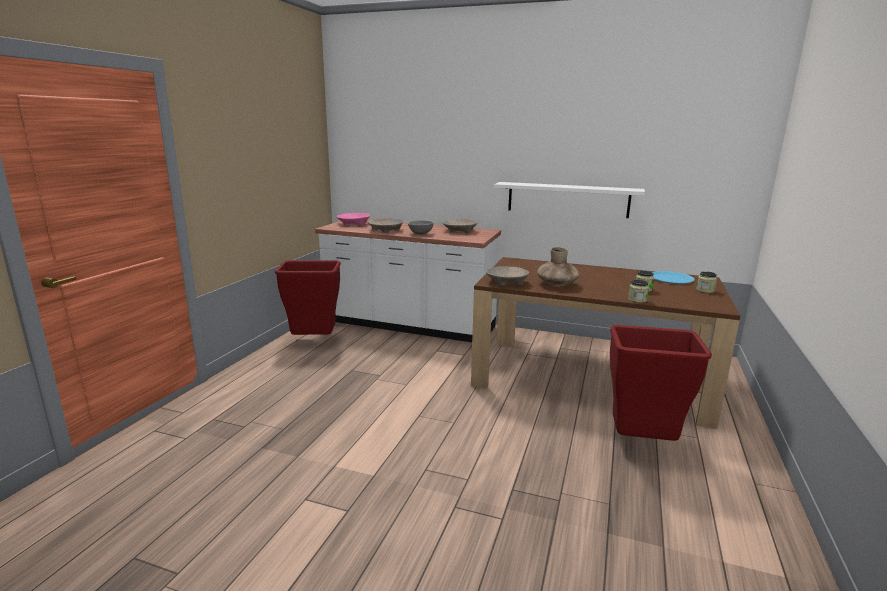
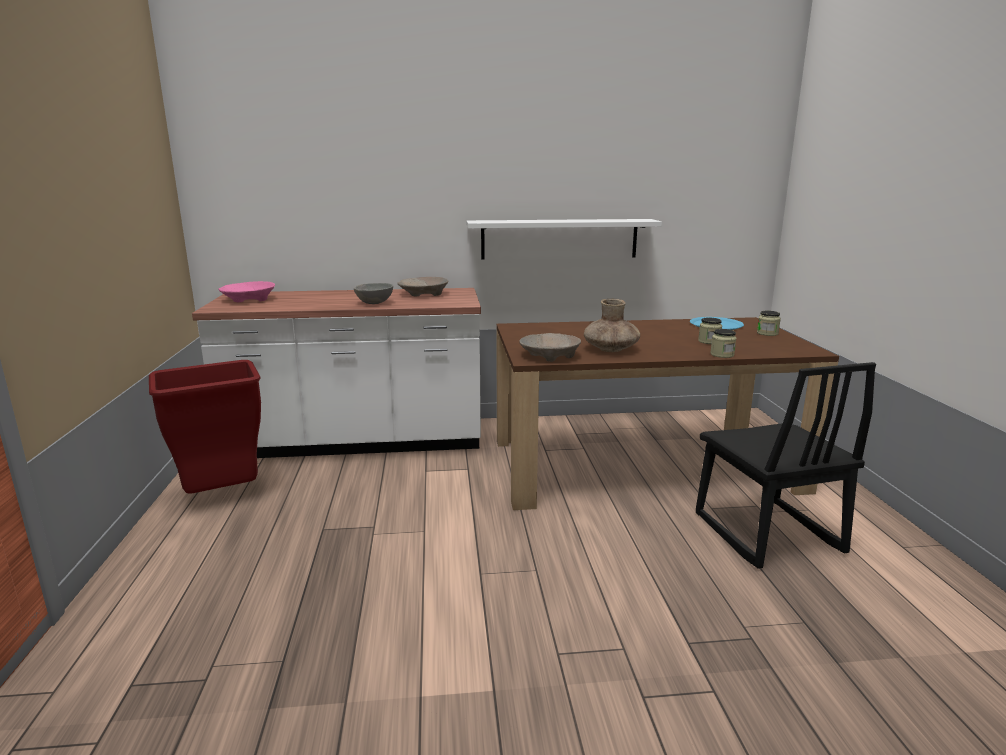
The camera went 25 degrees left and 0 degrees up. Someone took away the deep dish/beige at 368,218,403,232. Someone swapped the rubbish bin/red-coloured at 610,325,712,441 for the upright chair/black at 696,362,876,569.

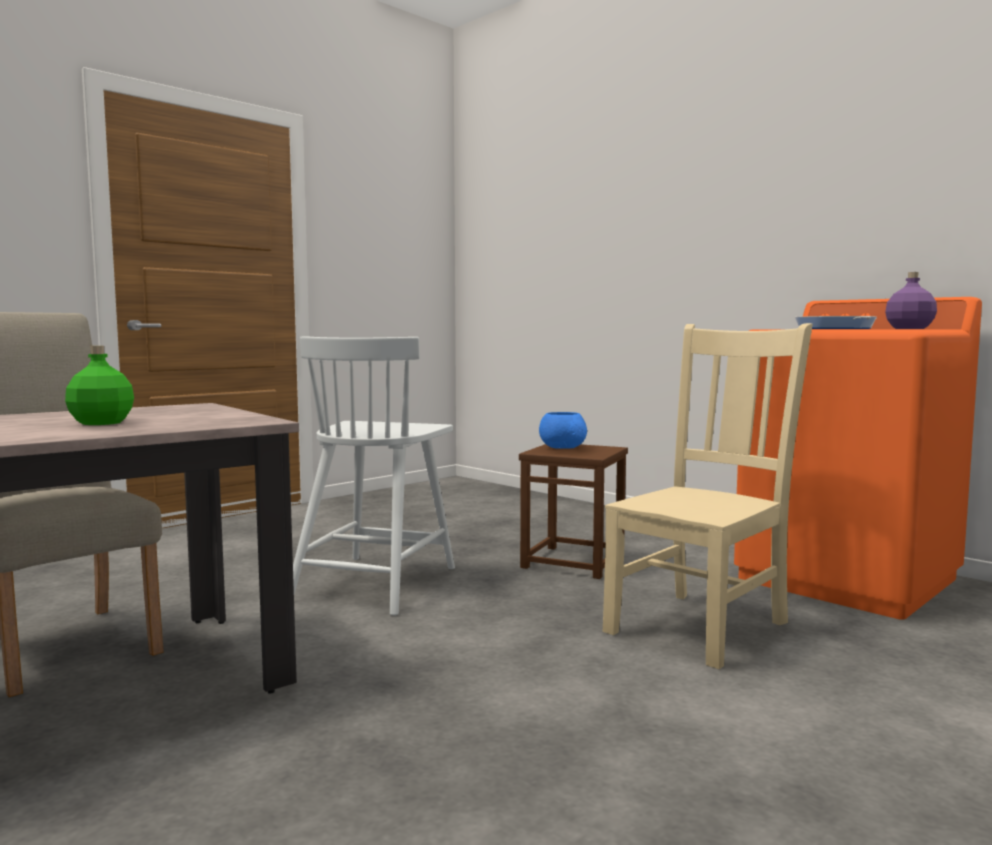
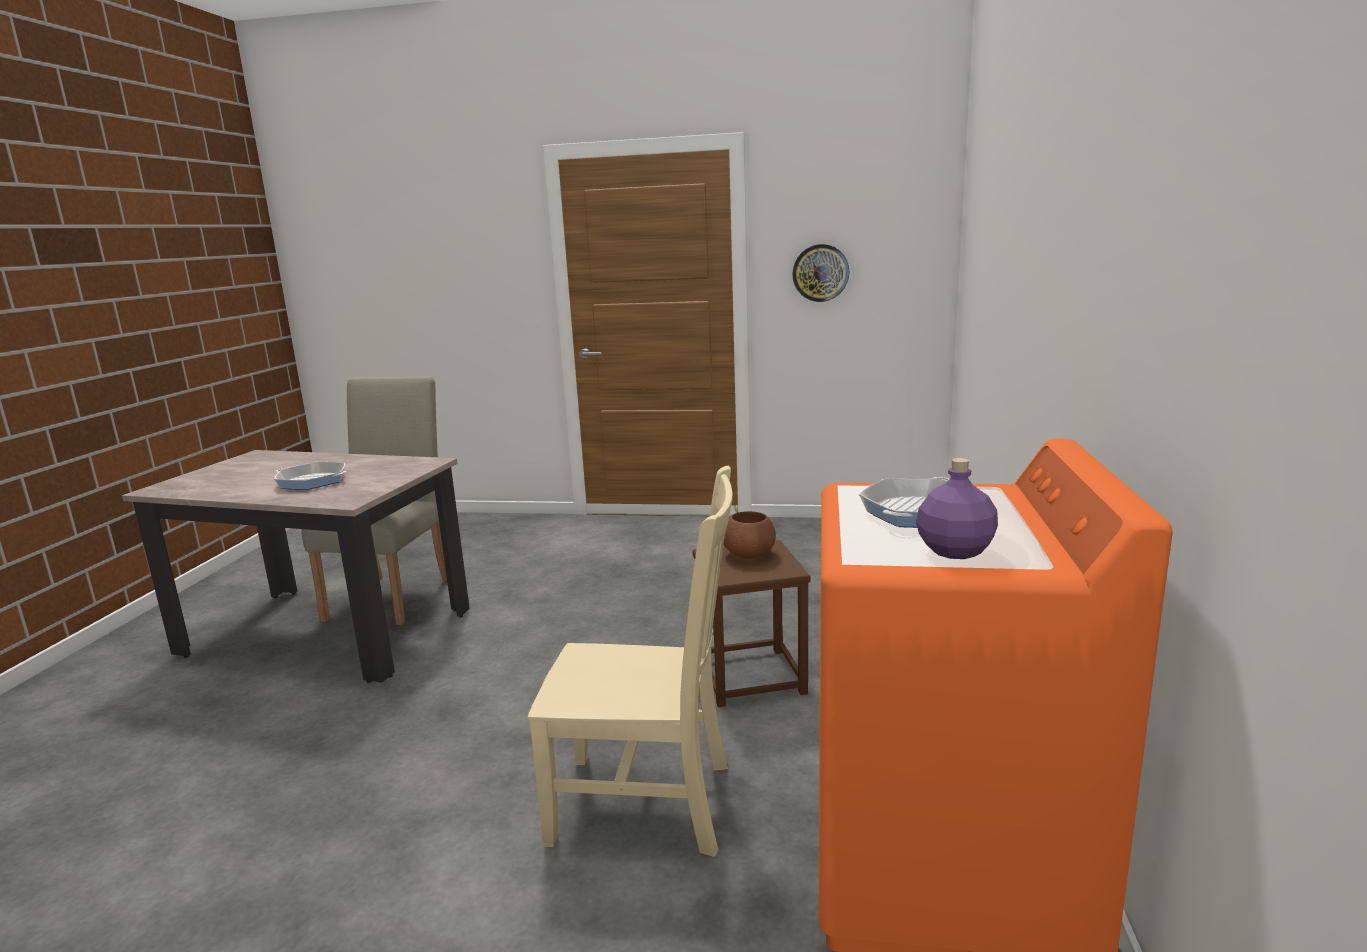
The camera went 55 degrees right and 10 degrees up. Someone took away the upright chair/white-coloured at 293,336,455,616. Someone swapped the drink bottle/green-coloured at 65,346,134,425 for the frying pan at 274,462,347,490. Someone repainted the deep dish/blue-coloured at 539,412,587,449, which became the deep dish/brown-coloured at 723,511,776,559. Someone put up the hanging clock at 792,244,850,302.

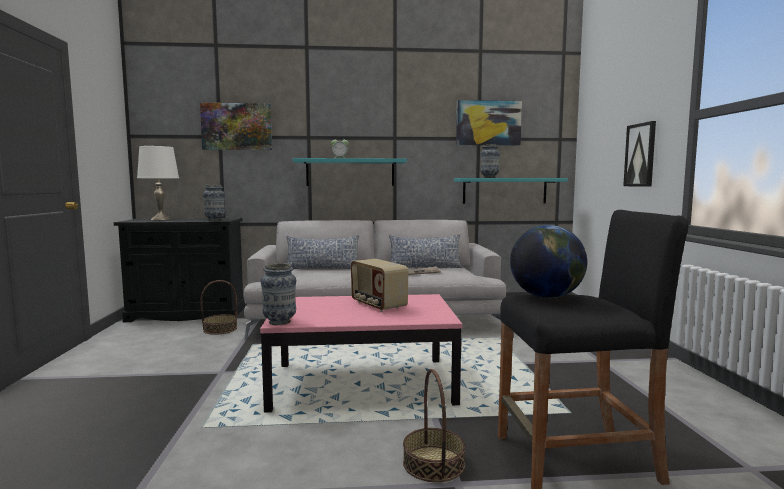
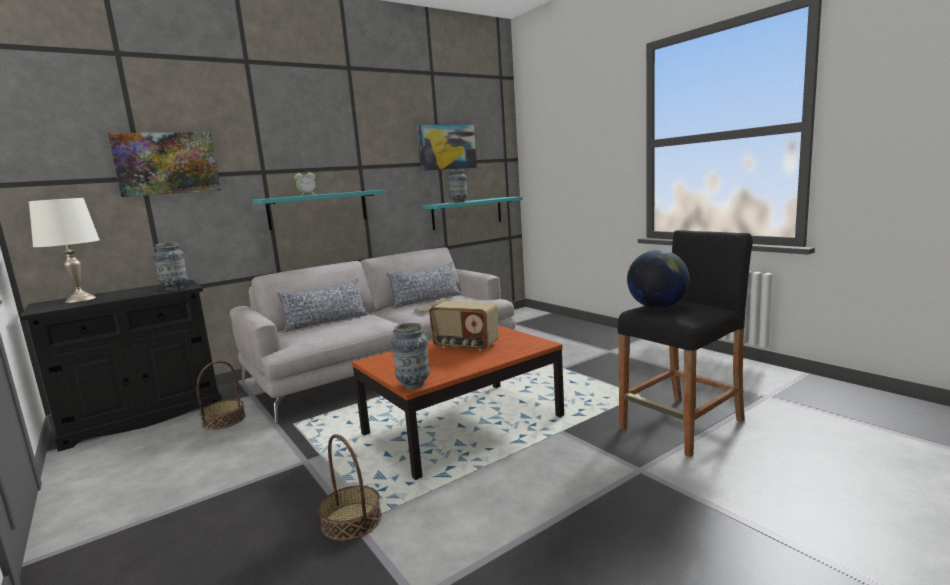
The camera went 30 degrees left and 5 degrees up. Someone took away the wall picture at 623,121,656,187. Someone repainted the coffee table/pinkish at 260,294,462,413, which became the coffee table/brown-coloured at 352,325,564,480. Someone carried the household basket from 403,369,466,482 to 319,434,382,541.

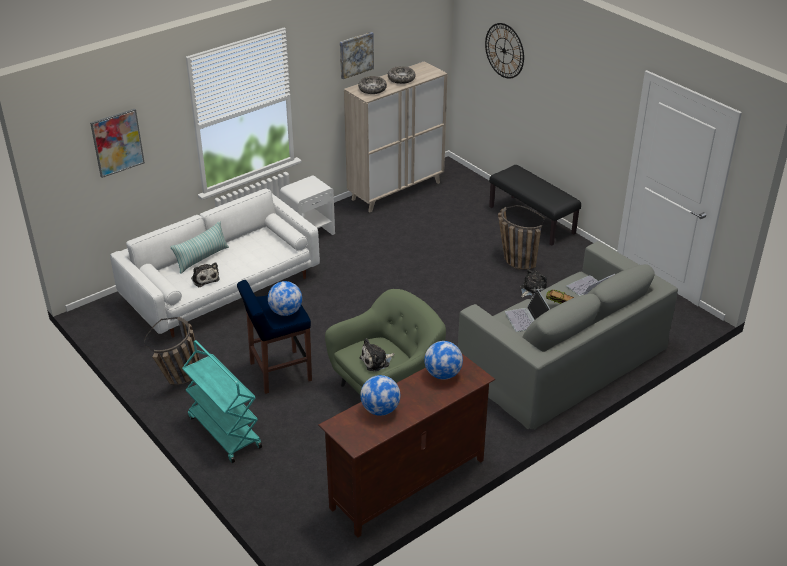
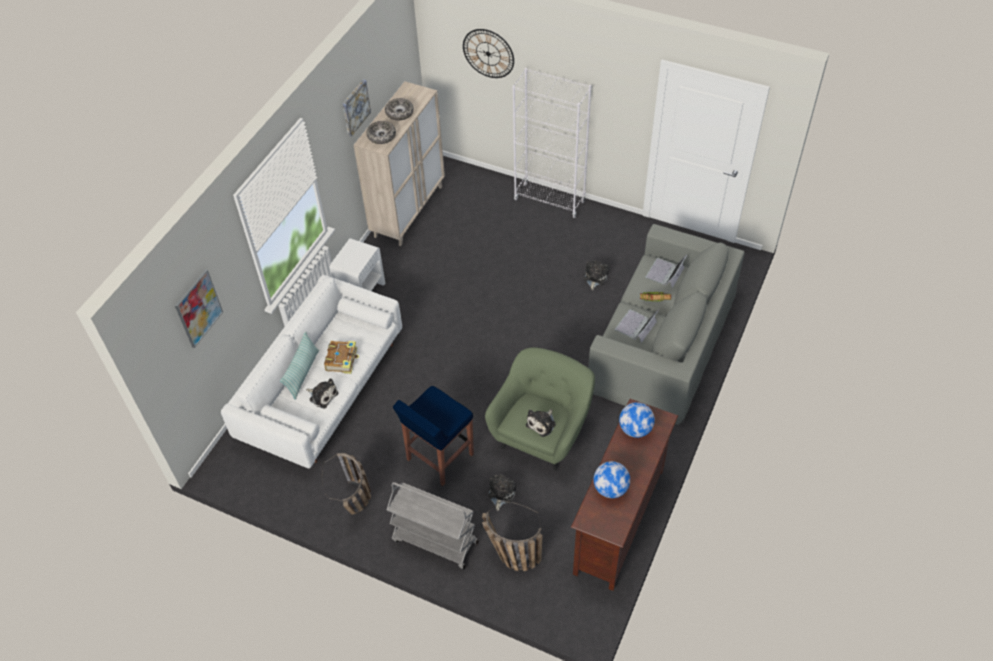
The camera went 25 degrees left and 15 degrees up. Someone swapped the bench/black at 489,165,581,246 for the bookshelf/white-coloured at 513,68,591,218. Someone carried the household basket from 498,205,545,270 to 482,501,543,571. Someone took away the globe at 268,281,302,316. Someone rotated the laptop at 505,289,550,332 by 75 degrees clockwise. Someone repainted the cart/blue-green at 182,340,262,463, which became the cart/gray at 387,482,479,569. Someone put down the book at 324,341,359,374. Someone put down the cuddly toy at 488,475,516,511.

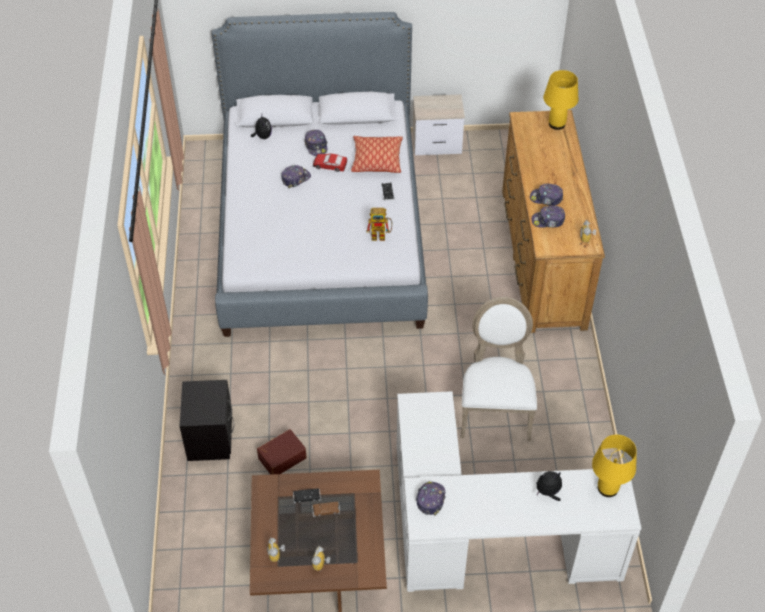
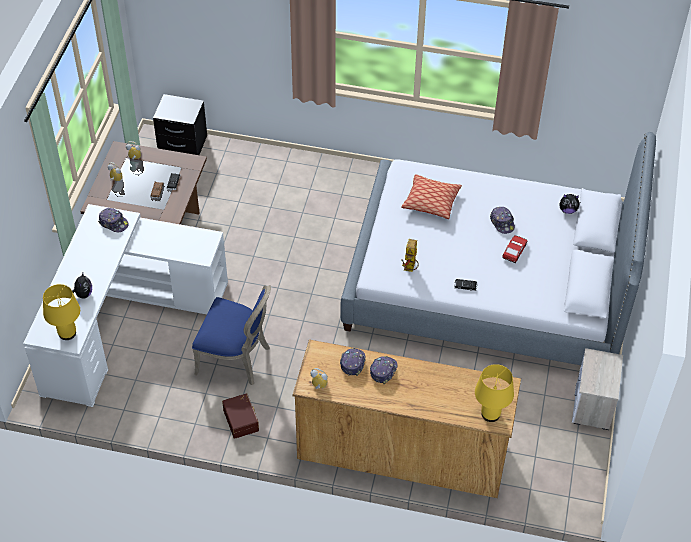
The camera went 105 degrees right and 0 degrees up. Someone took away the baseball cap at 304,130,328,156. Someone carried the pillow from 351,136,403,173 to 401,174,462,219. Someone repainted the upright chair/white-coloured at 461,297,537,441, which became the upright chair/blue-coloured at 192,285,271,385. Someone carried the nightstand/black from 180,380,234,461 to 153,94,207,155. Someone carried the storage bin/brown-coloured from 257,429,307,474 to 222,393,259,439.

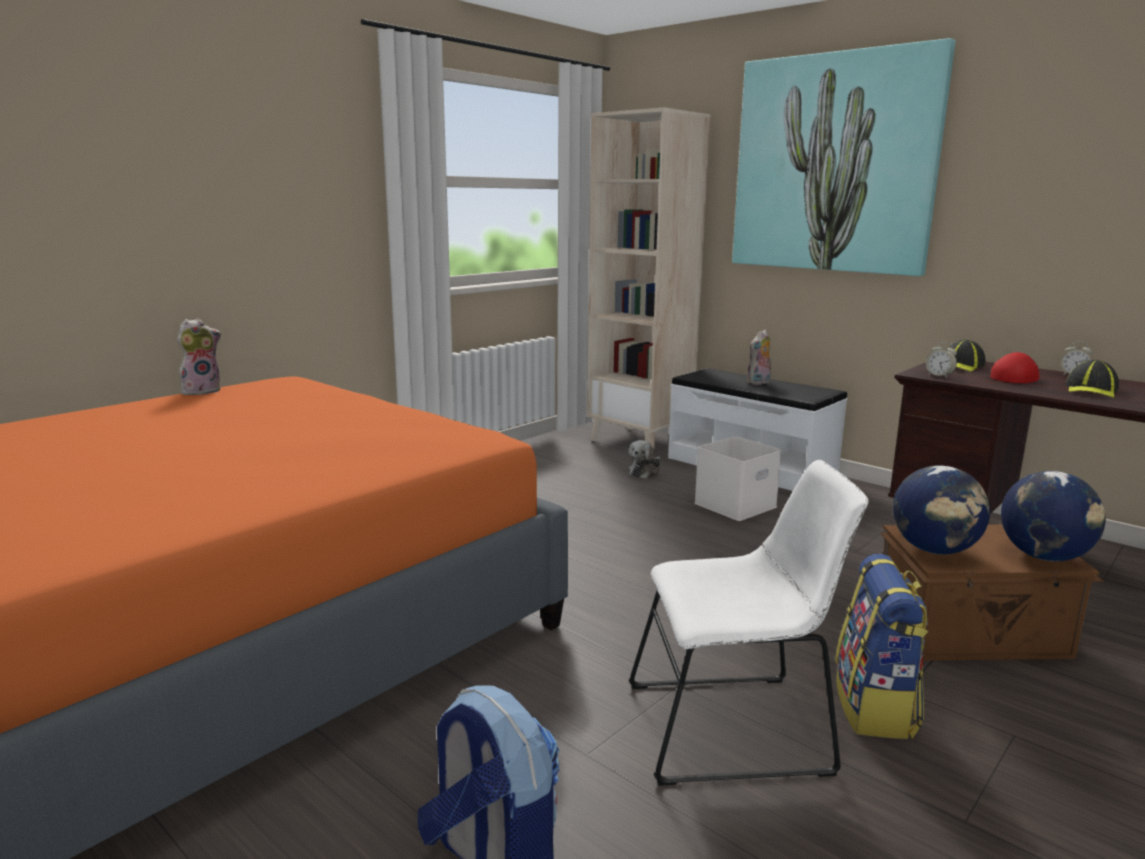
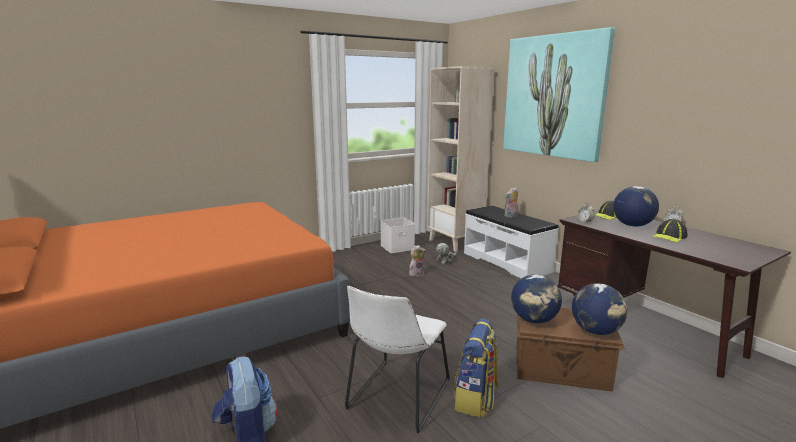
The camera went 15 degrees right and 0 degrees up. Someone carried the cuddly toy from 177,318,221,395 to 409,245,426,276. Someone swapped the baseball cap/red-coloured at 990,352,1040,383 for the globe at 613,186,659,227. Someone carried the storage bin/white-coloured from 694,436,782,521 to 380,217,415,253. Someone rotated the upright chair/white-coloured at 628,460,869,786 by 105 degrees clockwise.

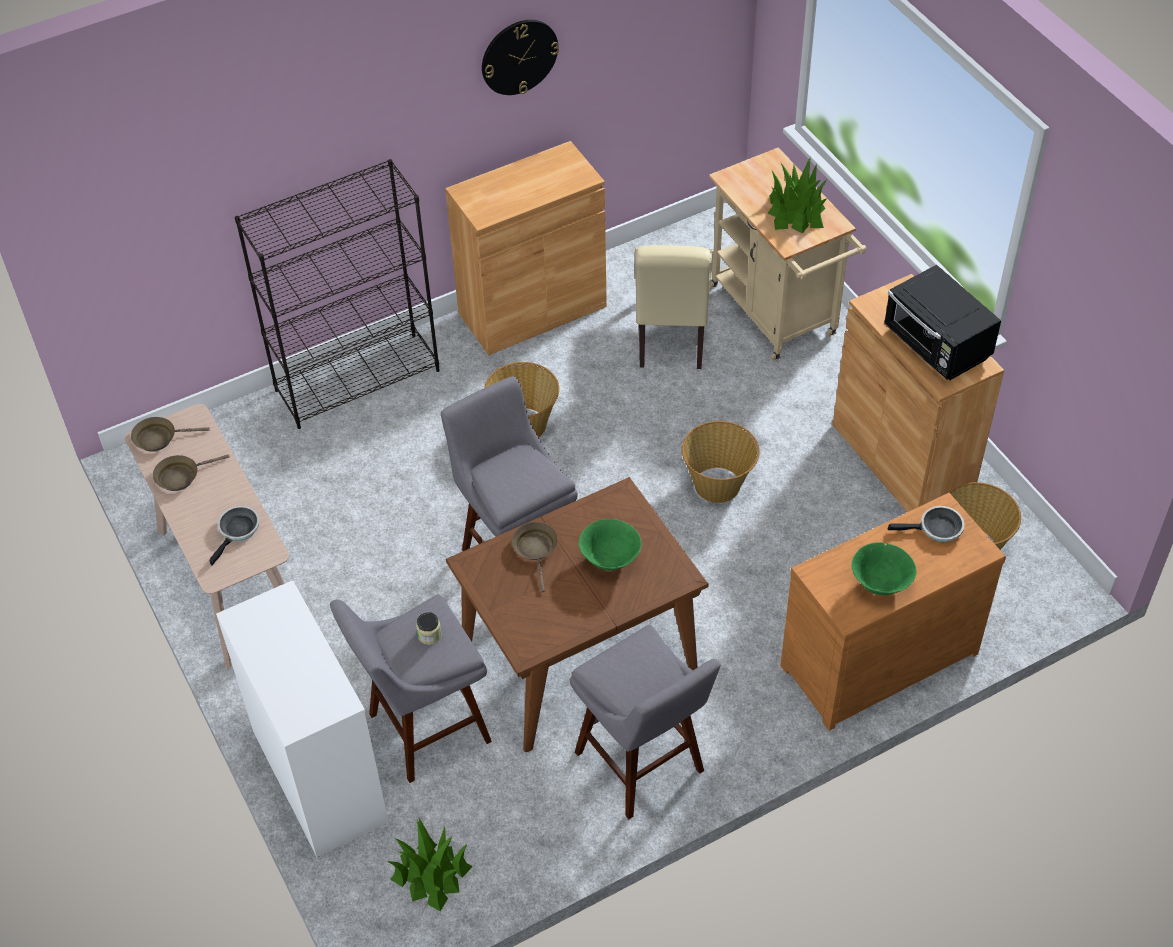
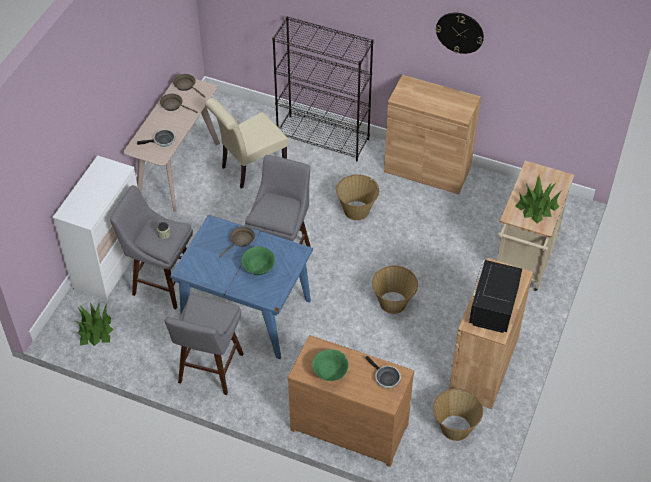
The camera went 50 degrees right and 0 degrees up. Someone carried the upright chair/beige from 635,245,713,369 to 205,98,289,189. Someone repainted the dinner table/brown-coloured at 446,477,709,752, which became the dinner table/blue-coloured at 170,214,313,359.

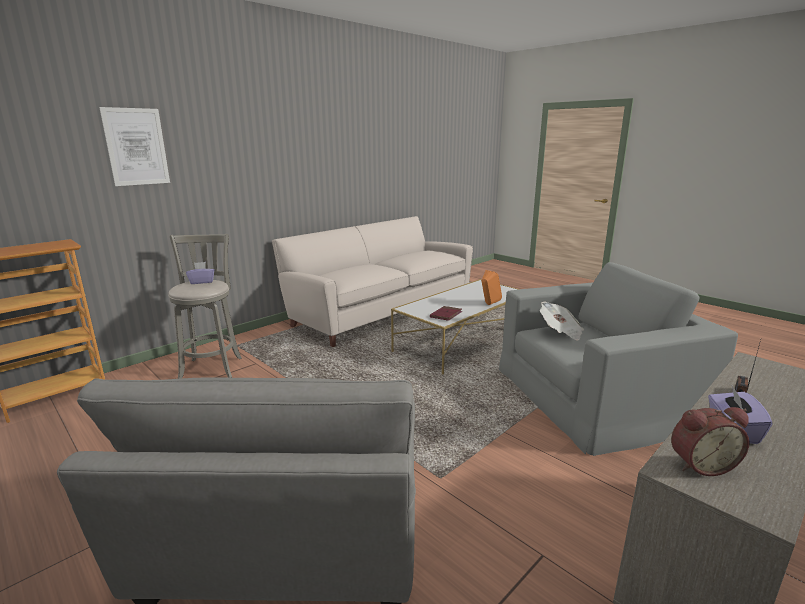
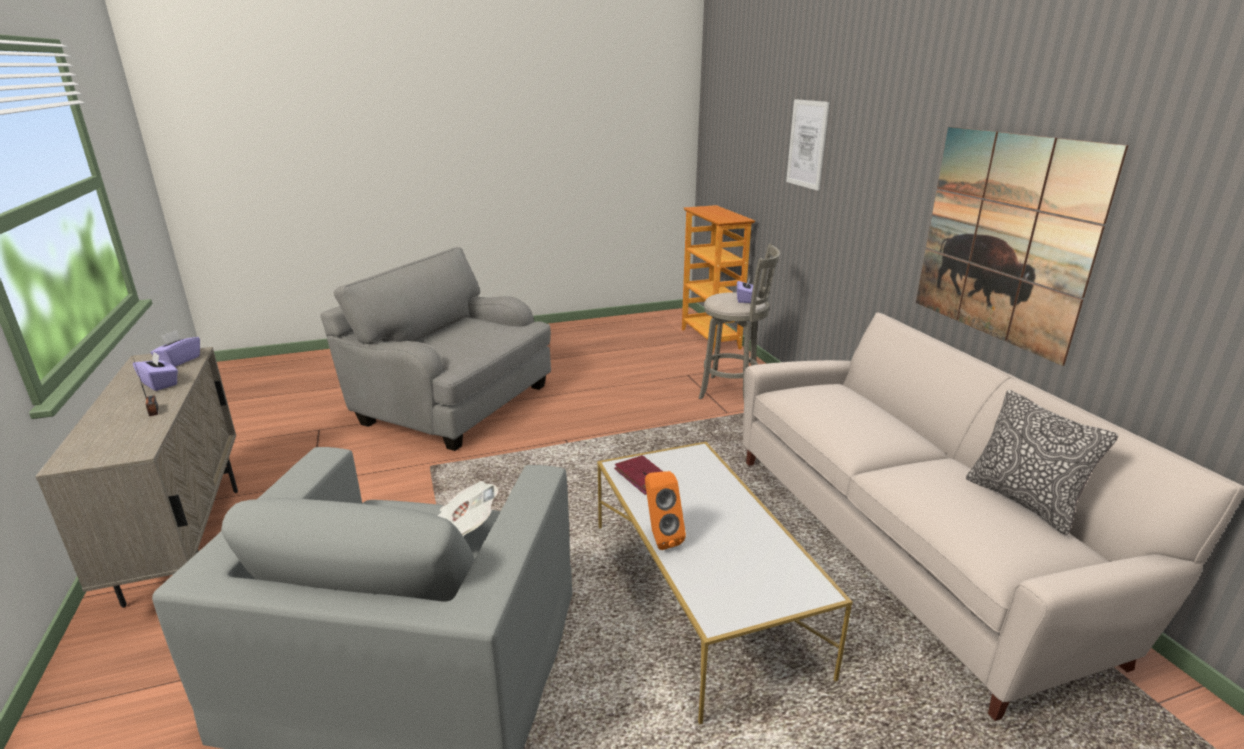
The camera went 115 degrees right and 5 degrees up. Someone swapped the bedside clock at 671,407,749,476 for the tissue holder/purple-coloured at 151,330,200,367. Someone put up the wall picture at 916,127,1128,366. Someone put down the pillow at 966,390,1118,535.

